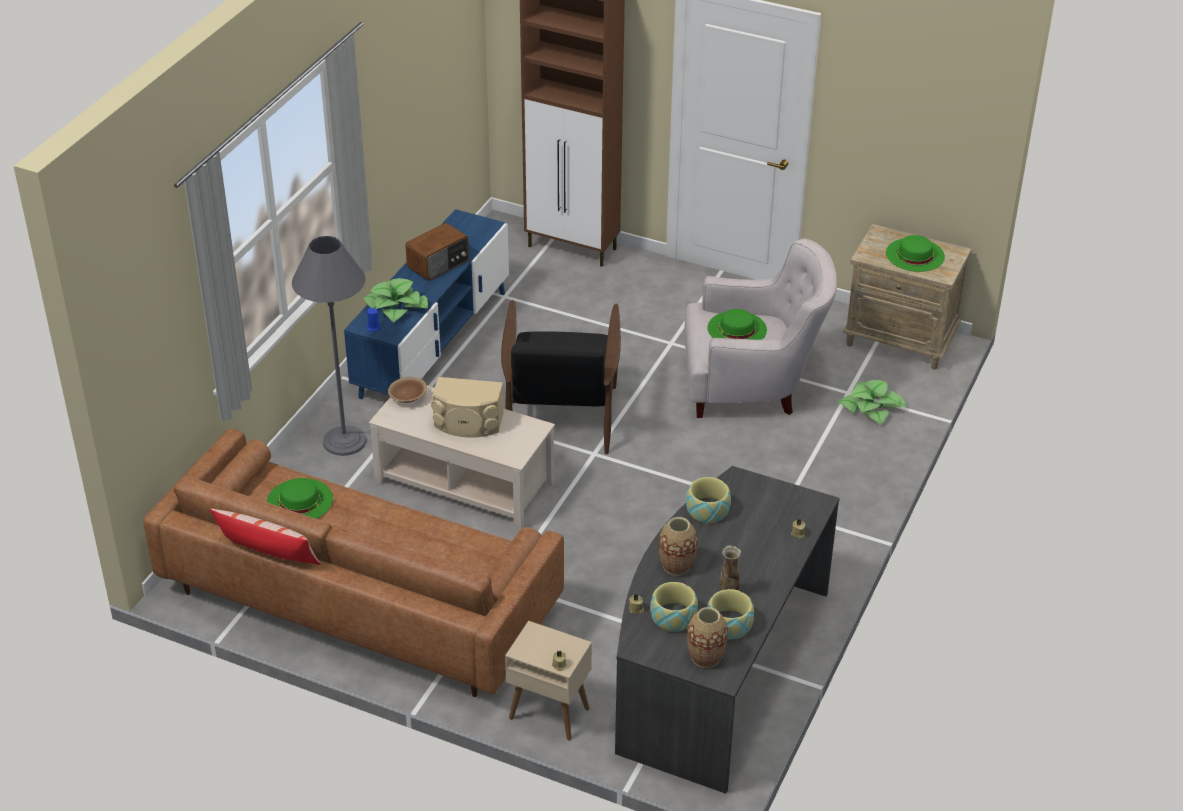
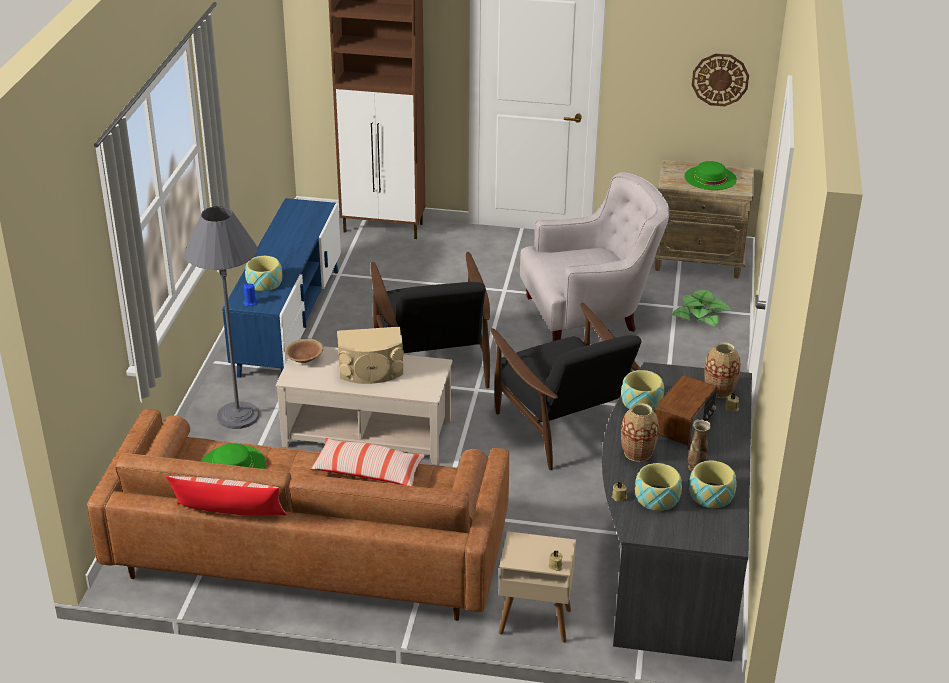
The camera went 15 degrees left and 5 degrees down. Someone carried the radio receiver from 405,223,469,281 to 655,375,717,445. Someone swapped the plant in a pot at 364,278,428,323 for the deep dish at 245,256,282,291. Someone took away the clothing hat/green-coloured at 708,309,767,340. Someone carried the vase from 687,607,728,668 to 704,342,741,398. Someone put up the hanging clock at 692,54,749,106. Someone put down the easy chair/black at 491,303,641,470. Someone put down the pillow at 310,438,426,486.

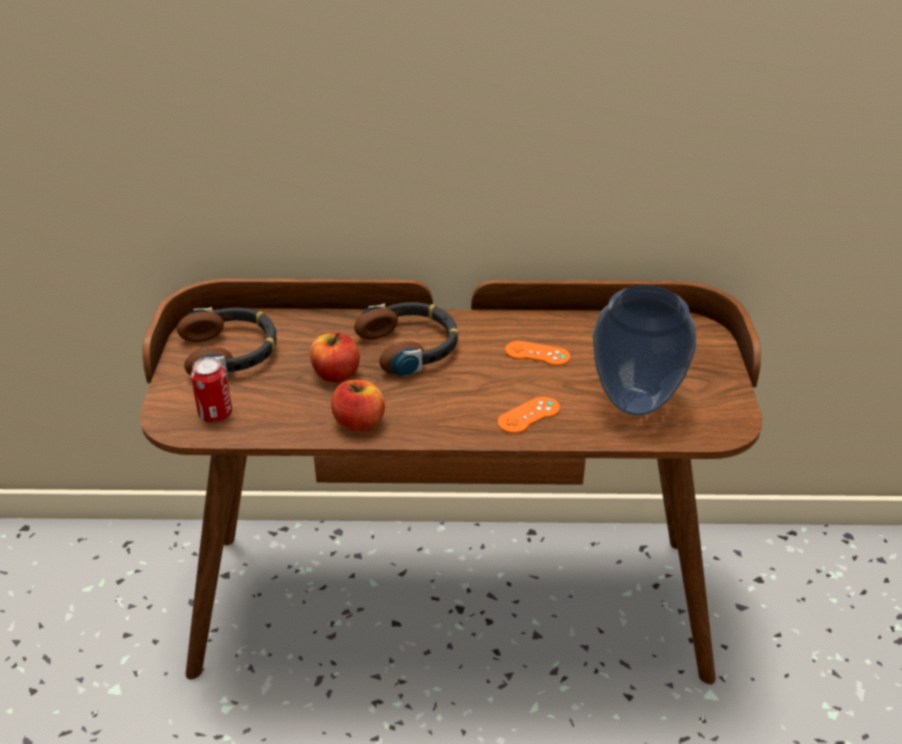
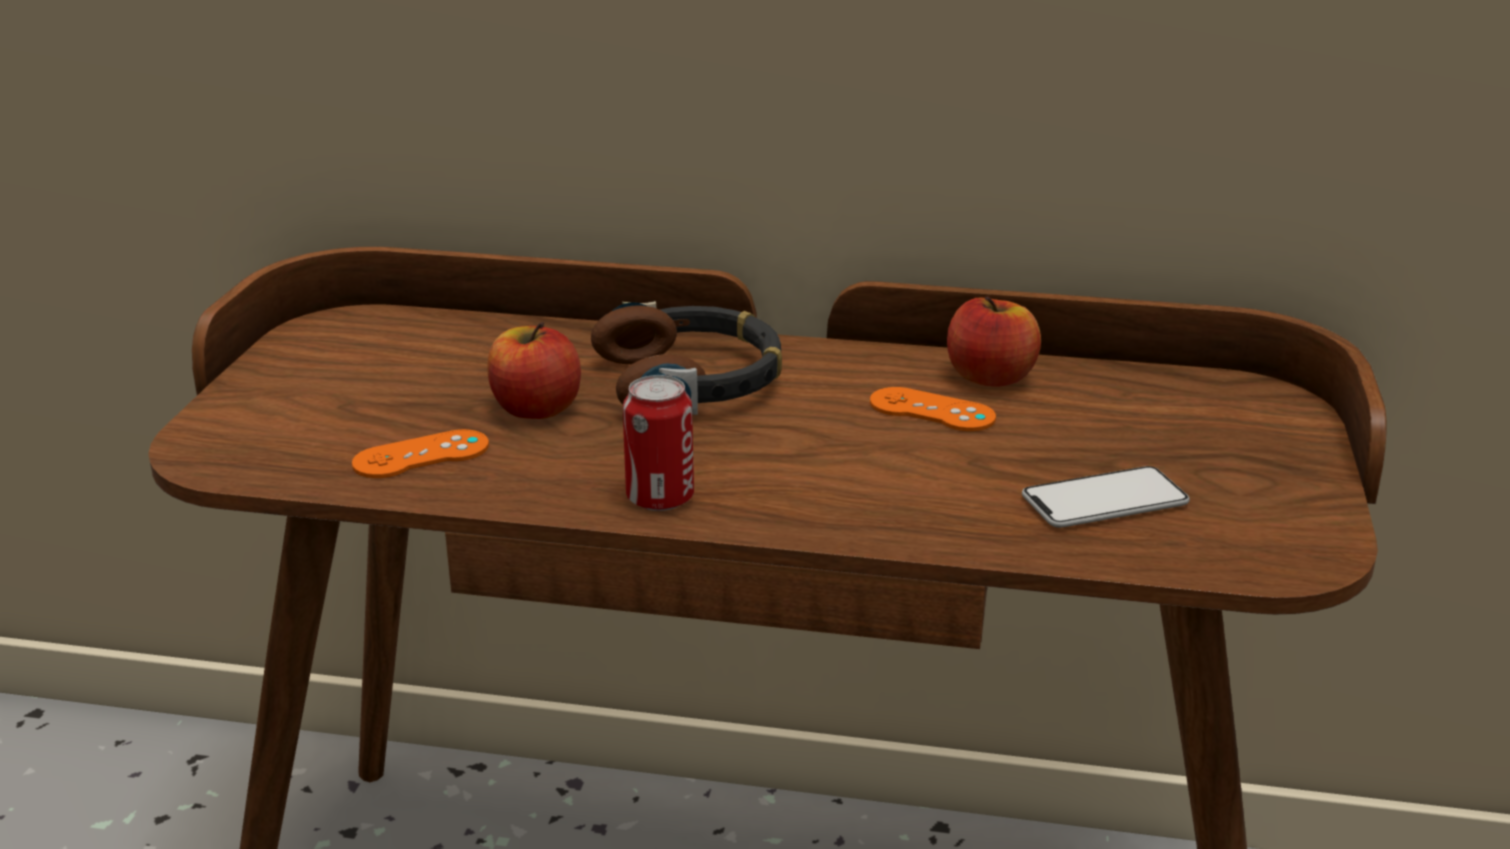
The camera went 10 degrees right and 10 degrees down. Someone swapped the vase at 592,285,697,416 for the phone at 1022,466,1190,528. Someone took away the headphones at 177,307,277,378. Someone carried the sealed can from 191,357,232,422 to 623,375,694,511. Someone carried the whole apple from 331,380,385,432 to 947,297,1041,387. Someone carried the gamepad/orange-coloured from 497,397,560,434 to 352,429,489,478.

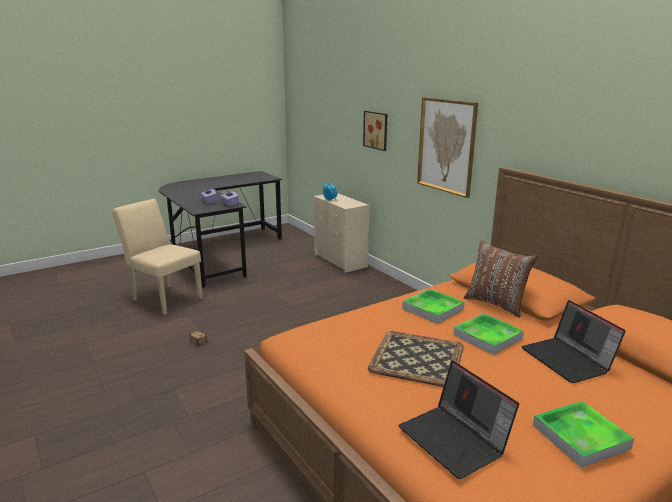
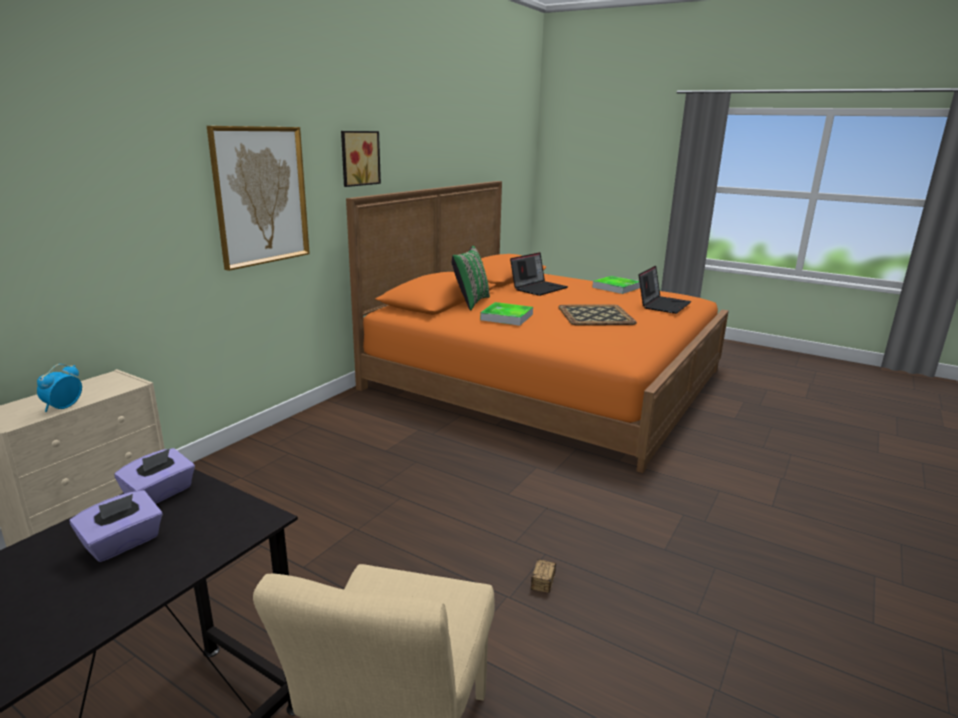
The camera went 115 degrees left and 0 degrees up. Someone carried the wall picture from 363,111,387,151 to 341,131,381,187. Someone repainted the pillow/brown-coloured at 464,241,538,318, which became the pillow/green-coloured at 452,246,490,310. Someone took away the serving tray at 453,313,524,355.

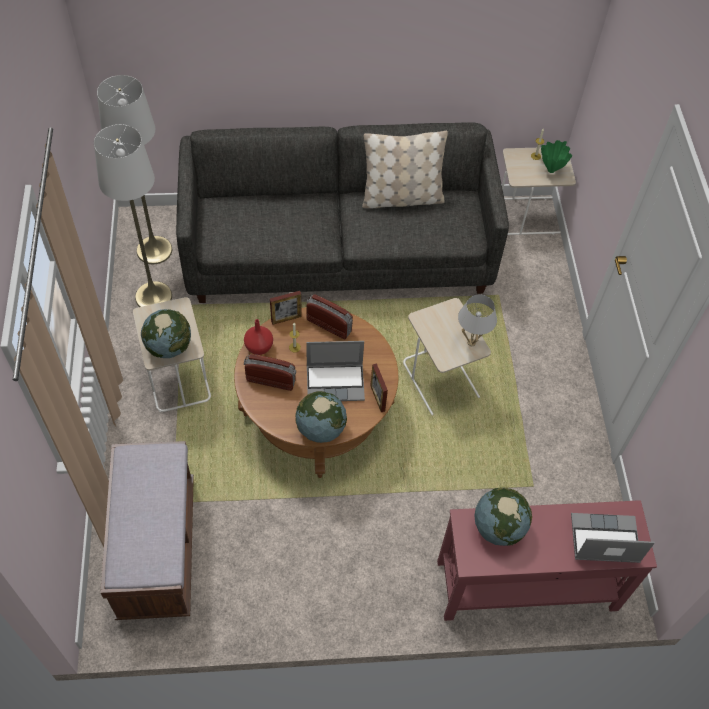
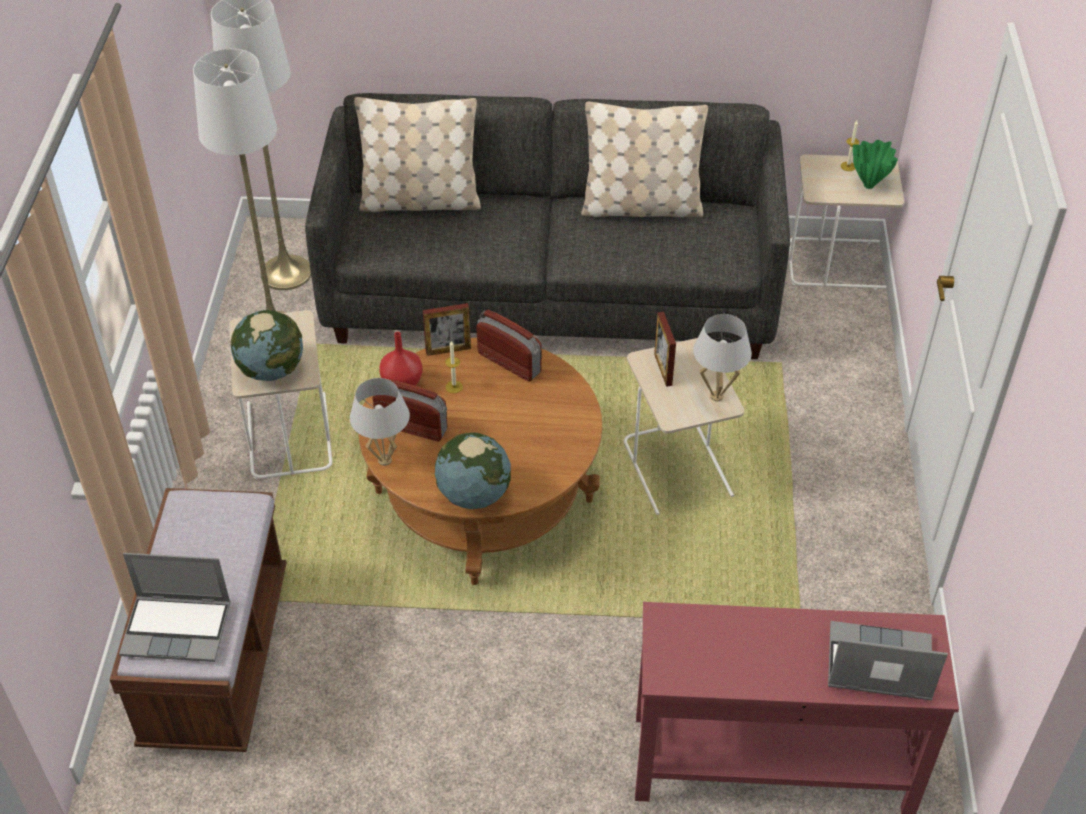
The camera went 10 degrees right and 10 degrees down. Someone carried the laptop from 306,341,365,401 to 119,553,231,662. Someone carried the picture frame from 370,363,388,412 to 654,312,676,387. Someone took away the globe at 474,487,532,546. Someone put down the pillow/beige at 354,97,481,212. Someone put down the tabletop lamp/white-coloured at 350,378,410,466.

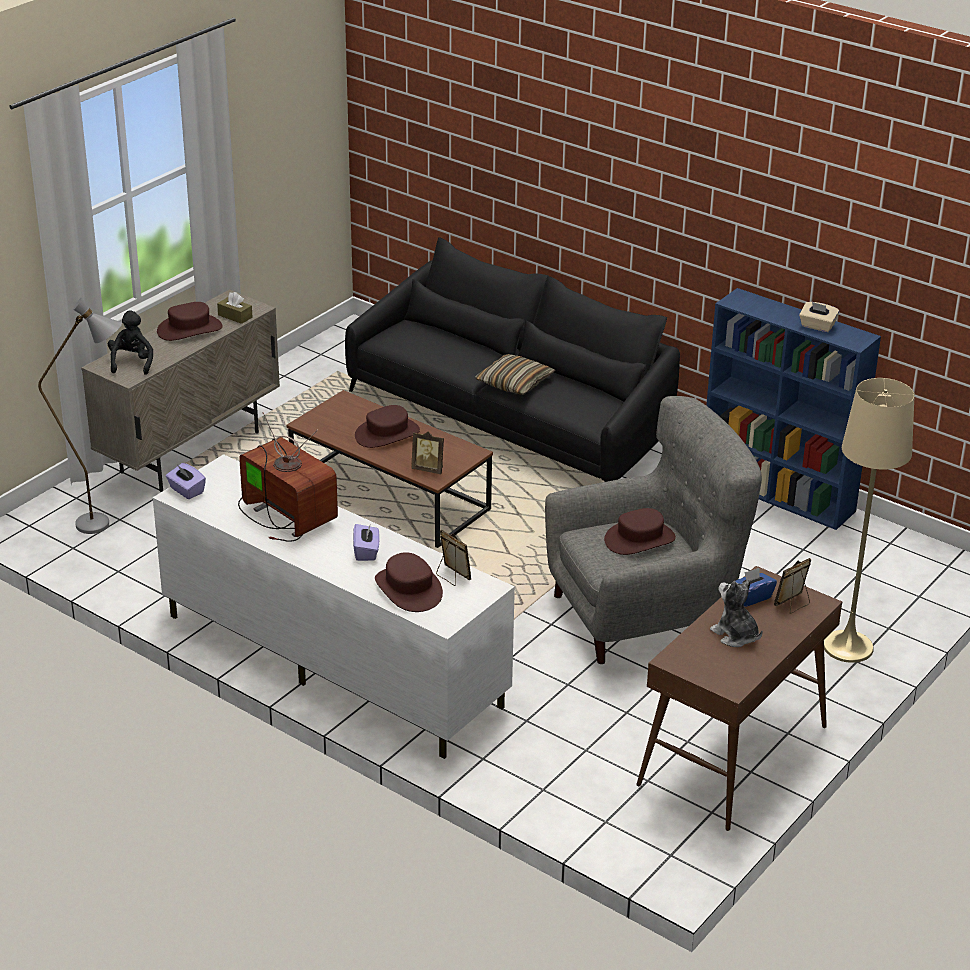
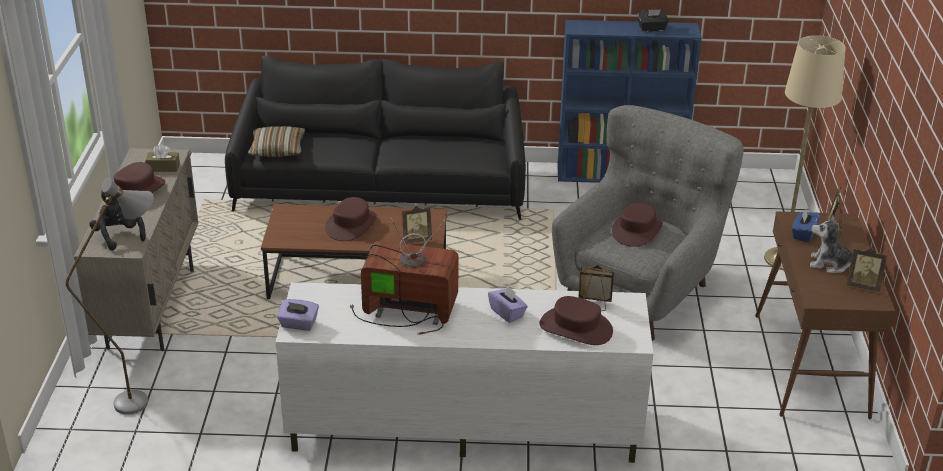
The camera went 35 degrees left and 0 degrees up. Someone repainted the tissue holder/beige at 799,302,839,332, which became the tissue holder/black at 637,10,669,32. Someone carried the pillow from 475,354,555,395 to 248,126,305,157. Someone put down the picture frame at 846,248,888,292.

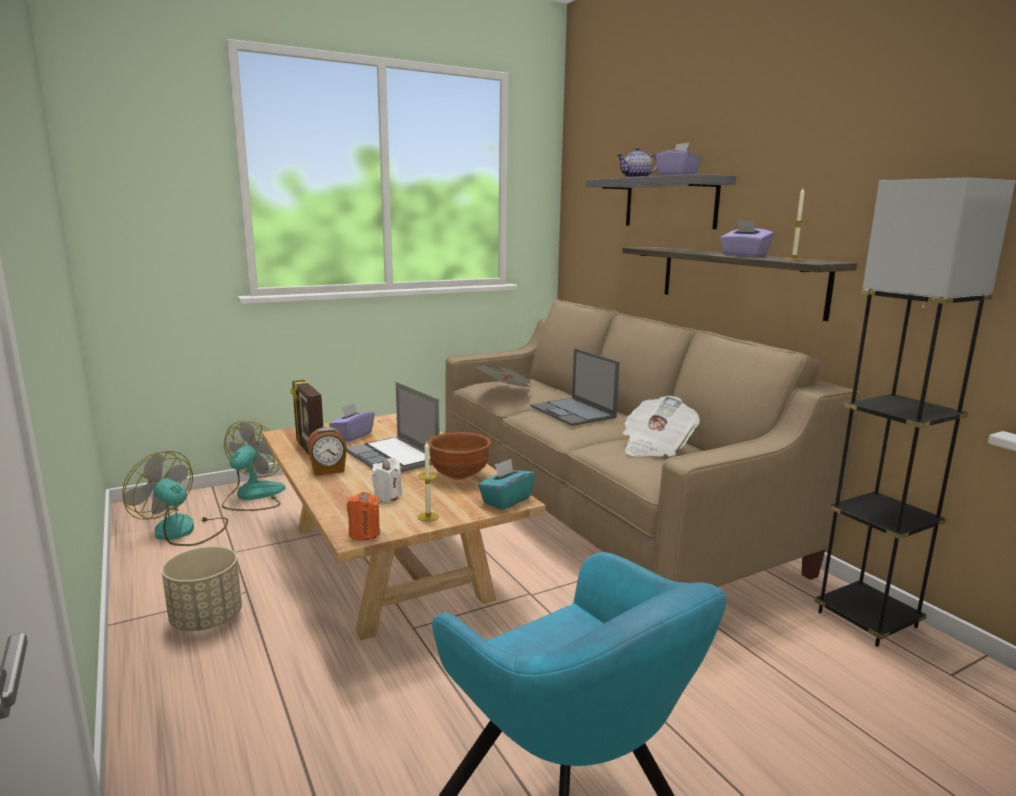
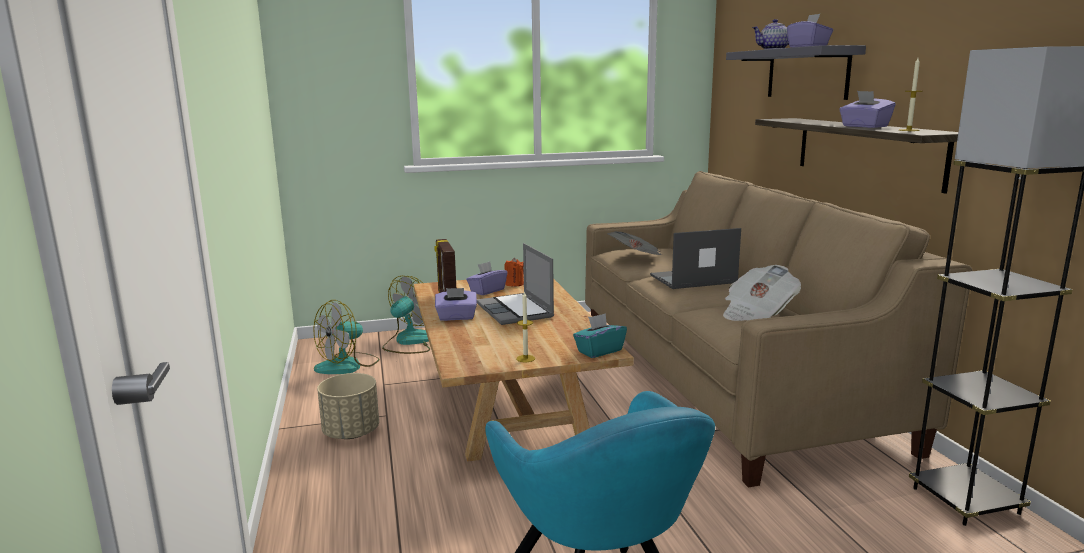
The camera went 15 degrees right and 0 degrees up. Someone rotated the laptop at 530,348,620,426 by 90 degrees clockwise. Someone swapped the bedside clock at 307,427,347,476 for the tissue holder/purple-coloured at 435,288,477,321. Someone took away the deep dish/brown-coloured at 428,432,491,480. Someone rotated the electric fan at 122,451,228,546 by 90 degrees counterclockwise. Someone took away the wax candle/white-coloured at 371,458,402,502. Someone carried the wax candle/orange-coloured from 347,492,380,540 to 504,258,524,287.

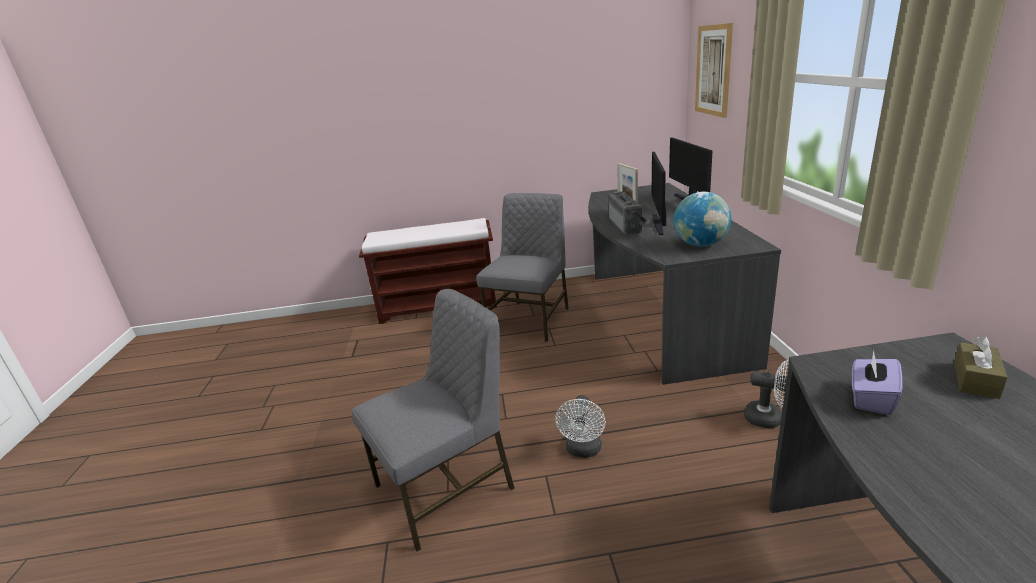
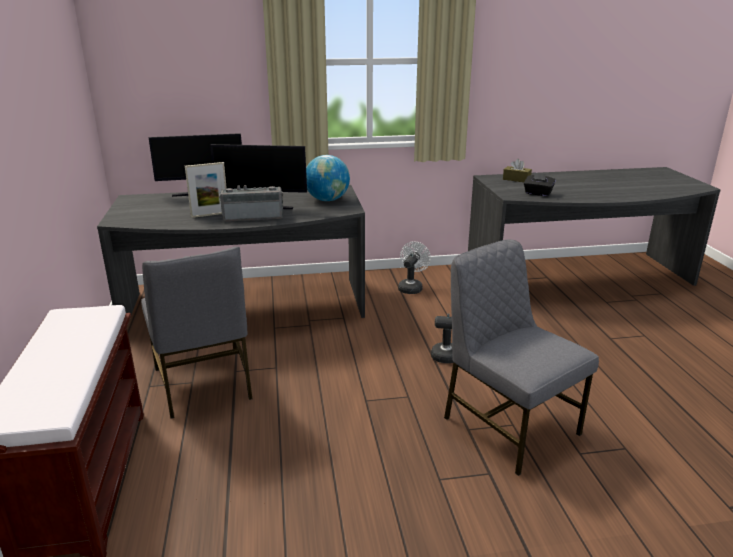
The camera went 95 degrees left and 0 degrees up. Someone took away the wall picture at 695,23,733,118. Someone rotated the upright chair/gray at 476,193,569,342 by 135 degrees counterclockwise. Someone repainted the tissue holder/purple-coloured at 852,350,902,415, which became the tissue holder/black at 524,172,556,196.

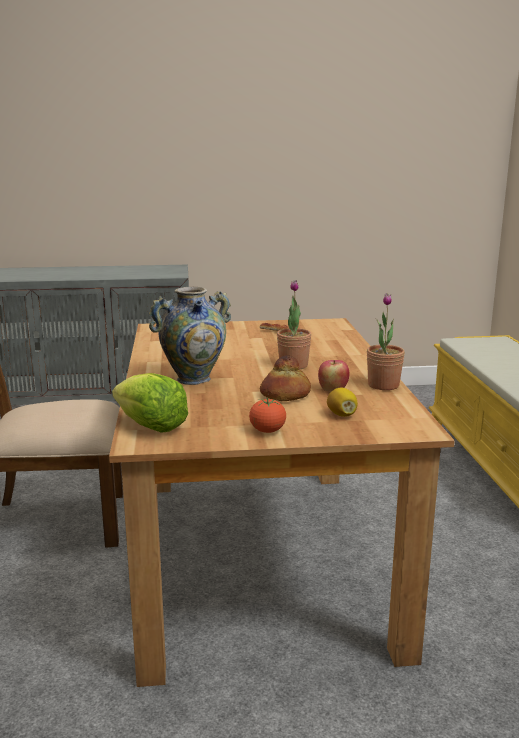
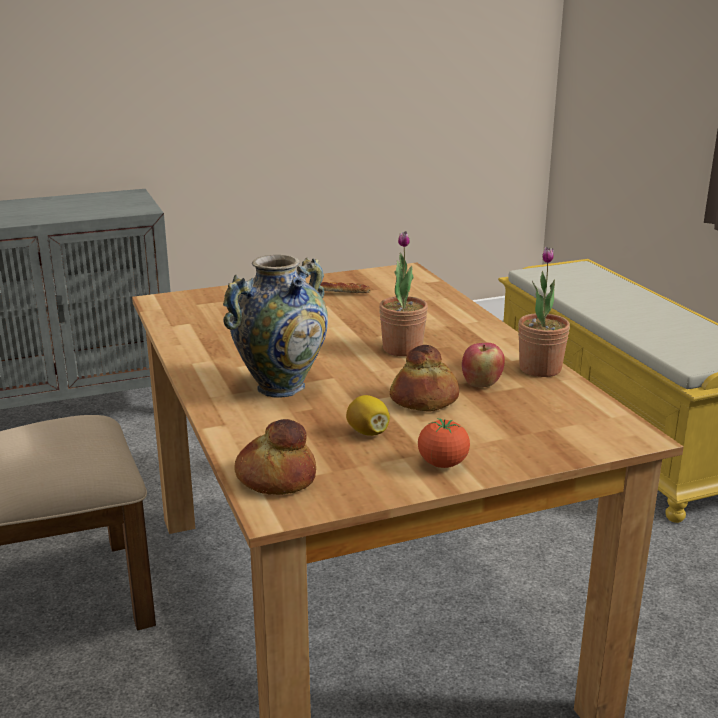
The camera went 15 degrees left and 5 degrees up. Someone swapped the lettuce at 112,373,188,433 for the bakery bread at 234,419,316,495. Someone carried the lemon from 327,388,358,417 to 346,395,390,436.

